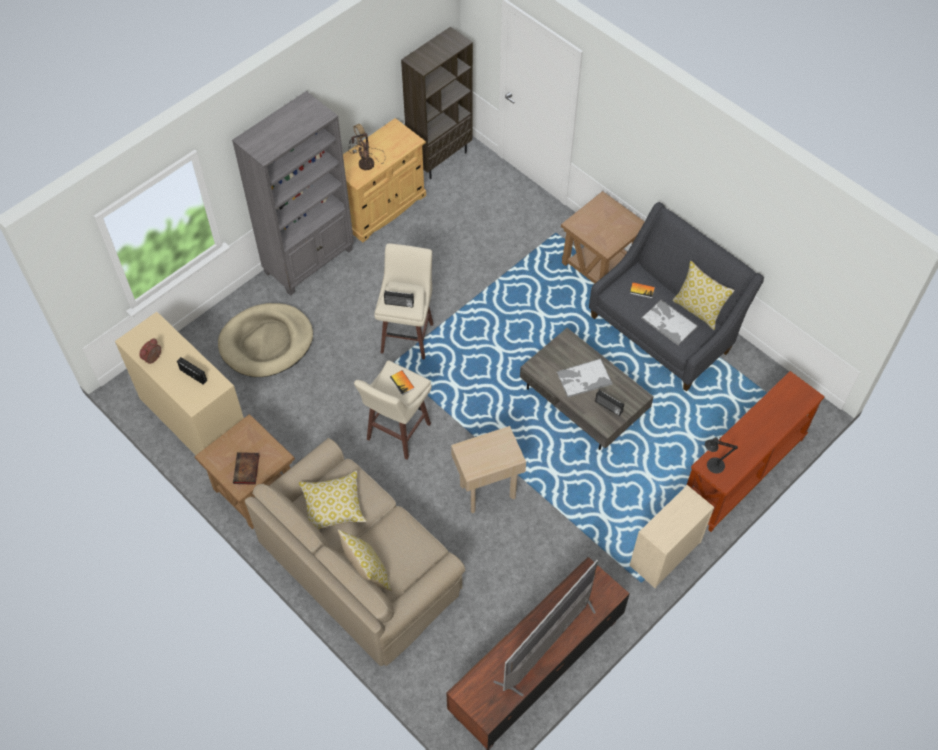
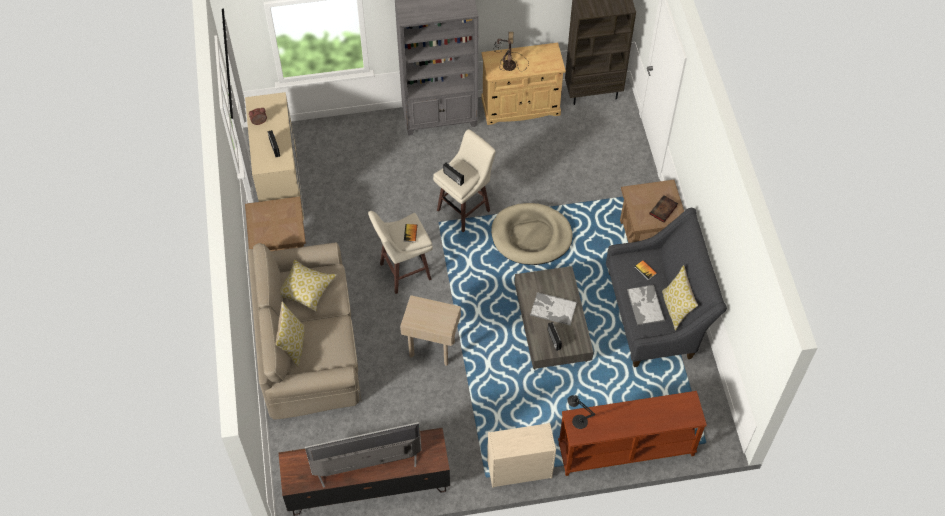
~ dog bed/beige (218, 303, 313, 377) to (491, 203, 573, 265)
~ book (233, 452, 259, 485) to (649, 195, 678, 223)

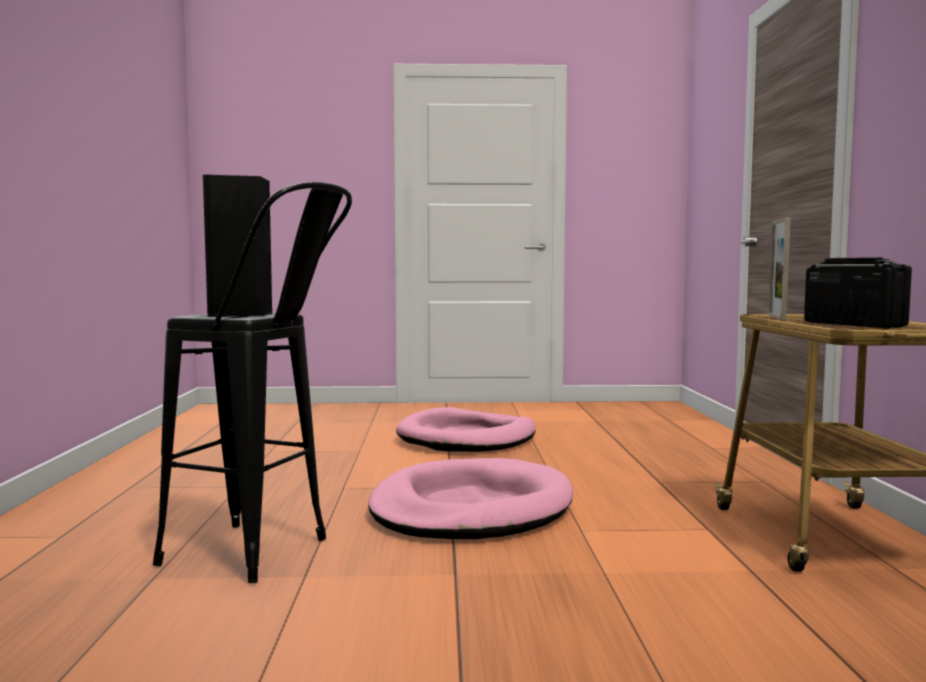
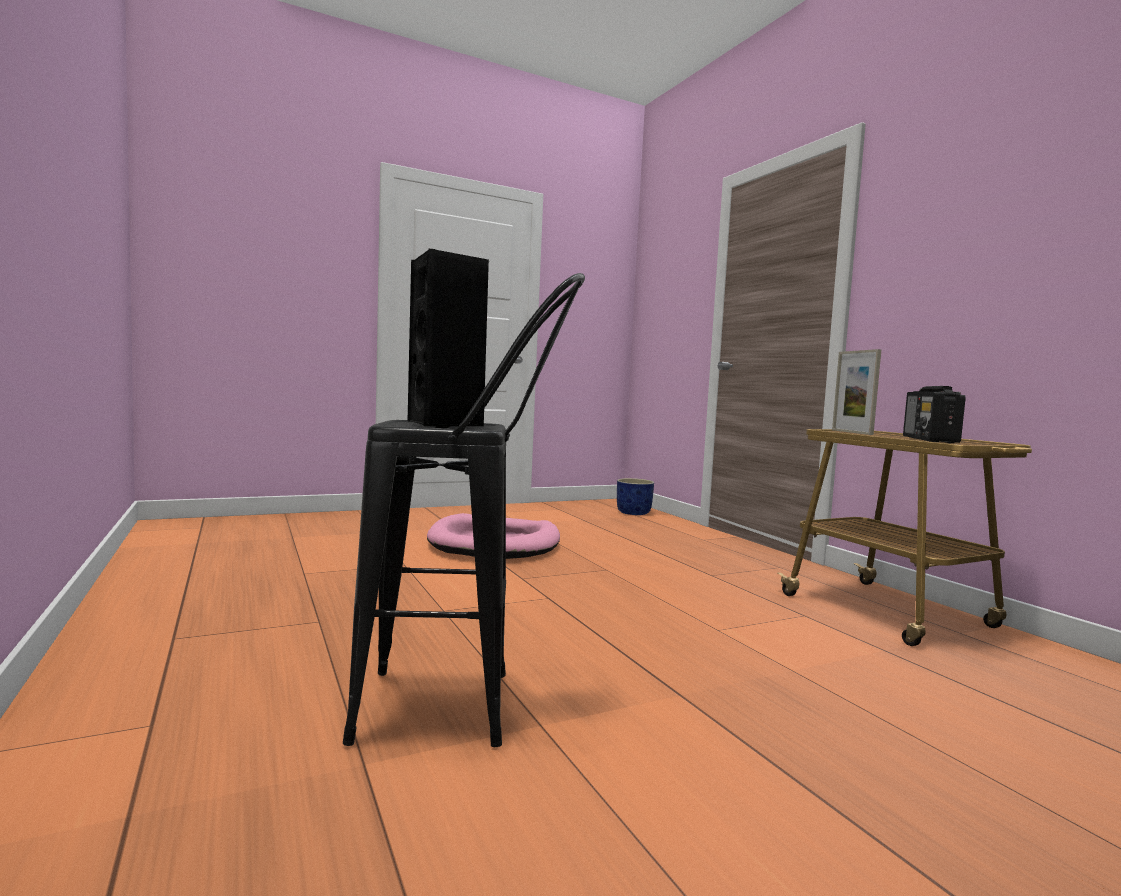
~ radio (804, 257, 912, 328) = (903, 386, 966, 443) 120 degrees counterclockwise
- dog bed/pink (368, 458, 573, 539)
+ planter/blue (617, 478, 654, 515)

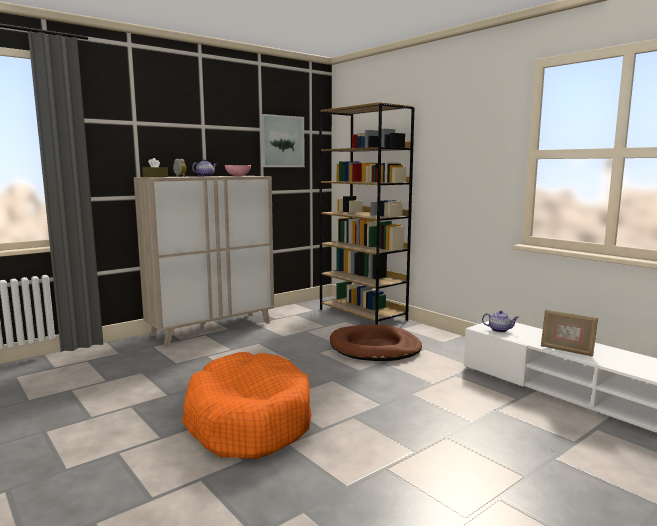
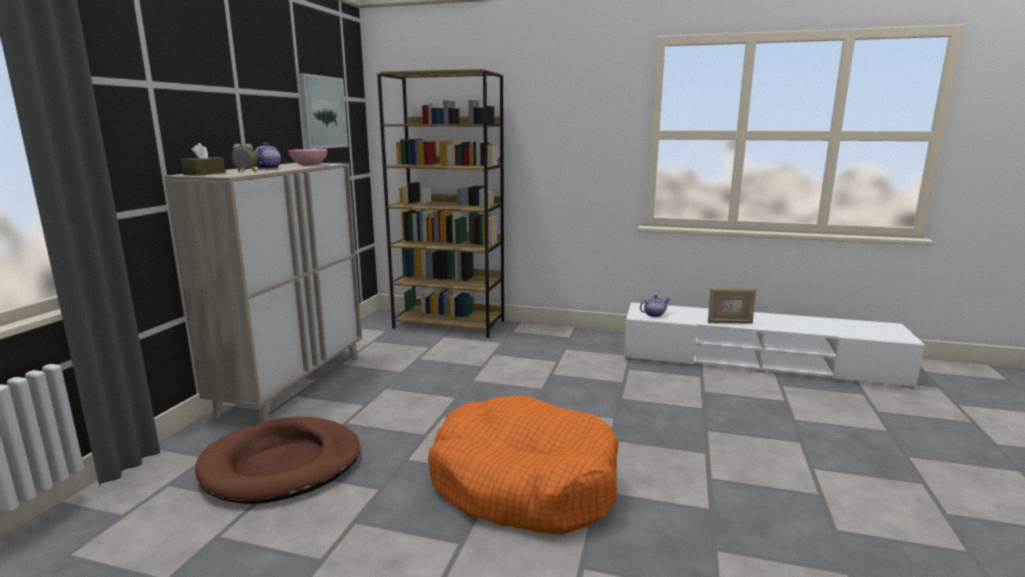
~ dog bed/brown (330, 324, 422, 361) to (195, 417, 361, 504)

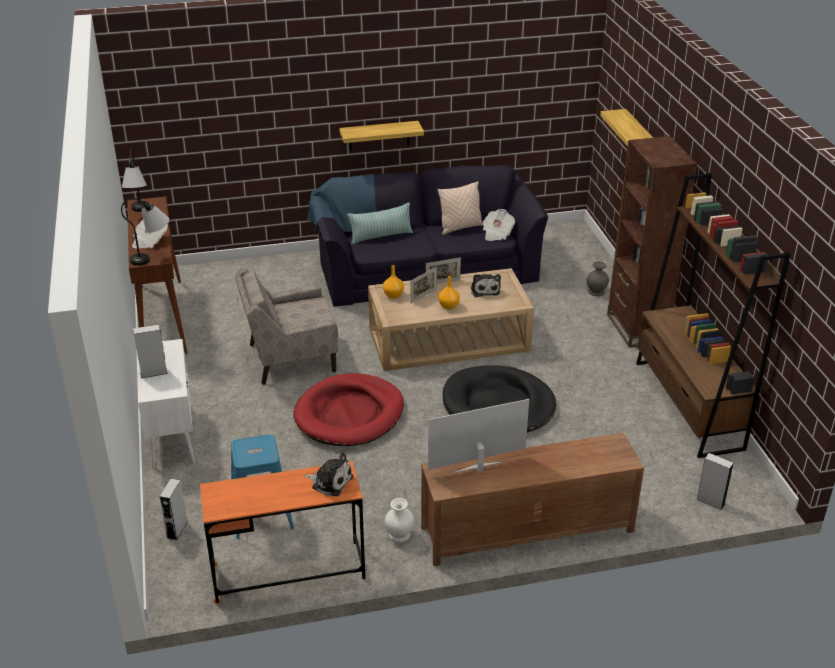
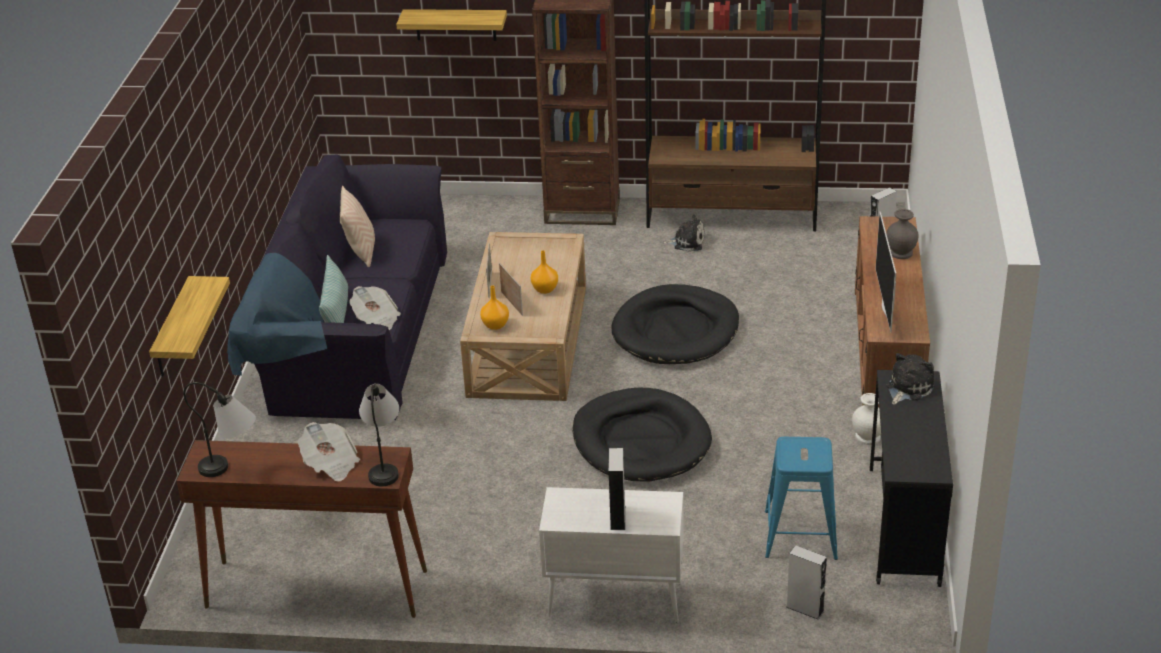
~ shelf (339, 121, 424, 151) to (149, 276, 230, 376)
~ newspaper (482, 209, 515, 241) to (349, 286, 401, 330)
~ vase/grey (587, 261, 609, 296) to (886, 209, 918, 259)
- armchair/beige (235, 268, 338, 385)
~ plush toy (470, 274, 501, 297) to (662, 214, 705, 252)
~ dog bed/red (293, 373, 404, 446) to dog bed/black (572, 388, 712, 482)
~ desk/orange (200, 461, 365, 604) to desk/black (870, 370, 953, 587)

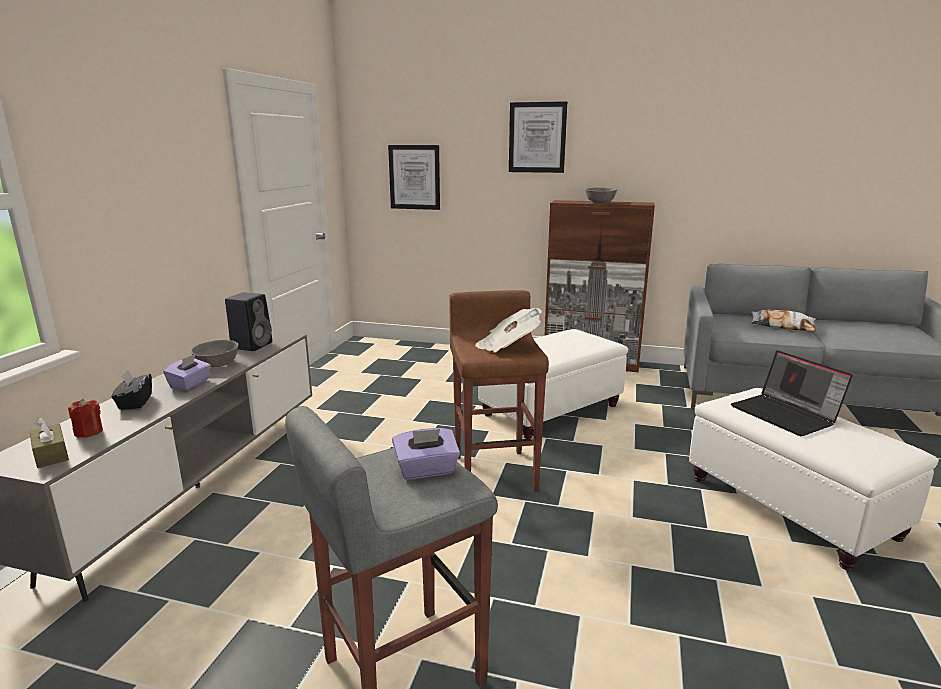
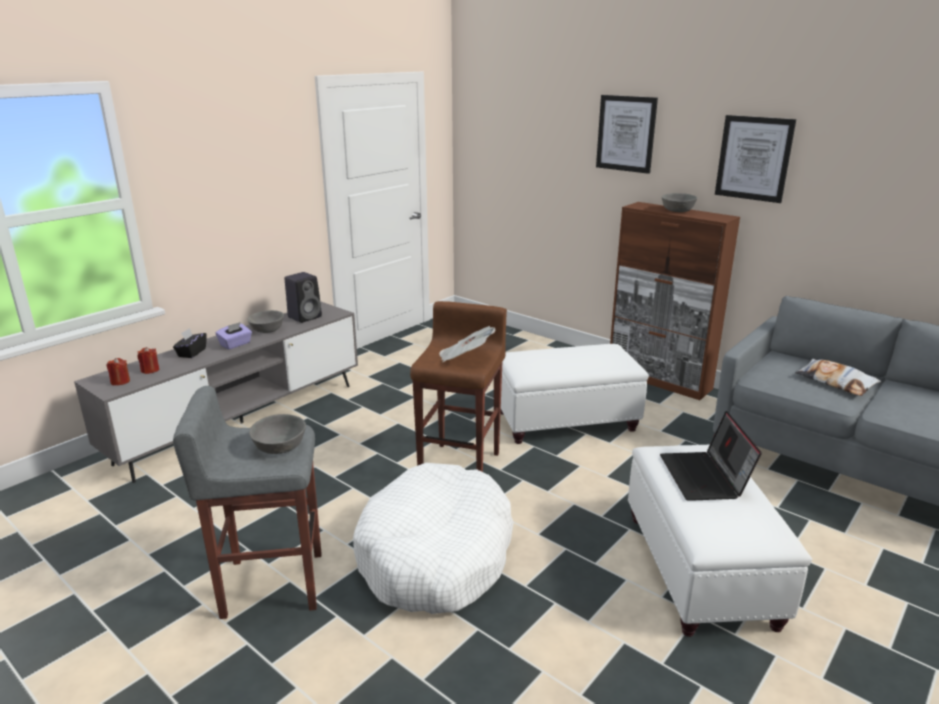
~ picture (388, 145, 440, 210) to (715, 115, 796, 203)
~ tissue box/brown (30, 417, 69, 468) to candle/red (106, 358, 130, 385)
~ tissue box/purple (392, 428, 460, 480) to bowl/grey (249, 414, 306, 454)
+ dog bed/white (353, 463, 514, 614)

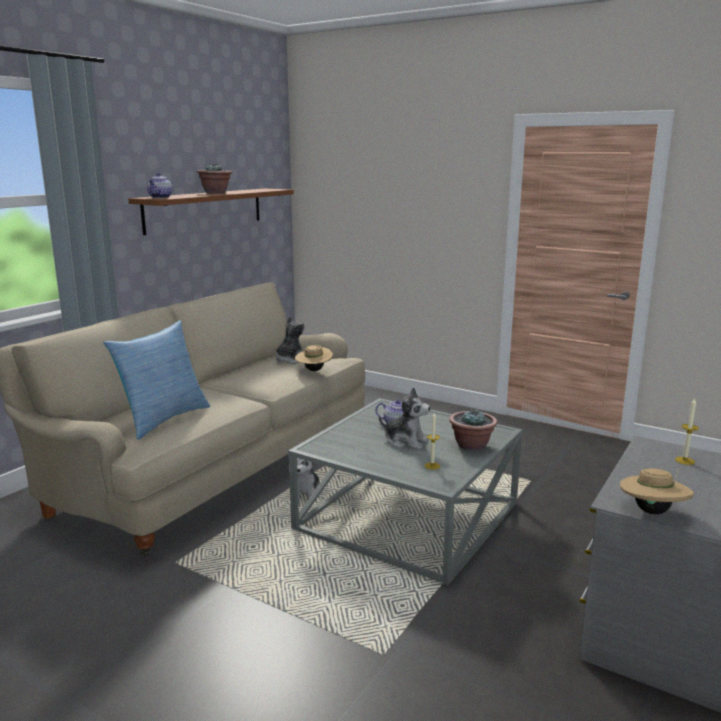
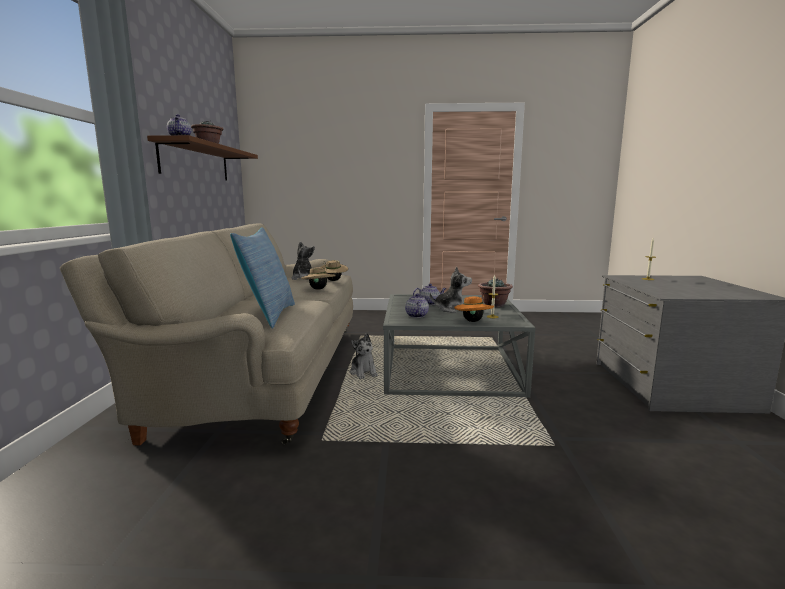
~ hat/beige (620, 468, 694, 514) to (301, 266, 336, 290)
+ teapot (405, 294, 429, 318)
+ hat/orange (454, 295, 494, 322)

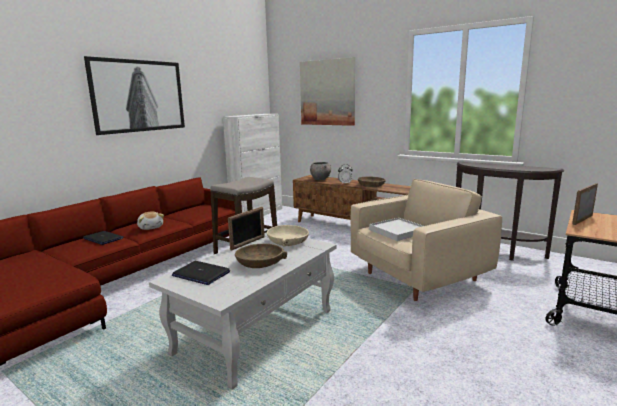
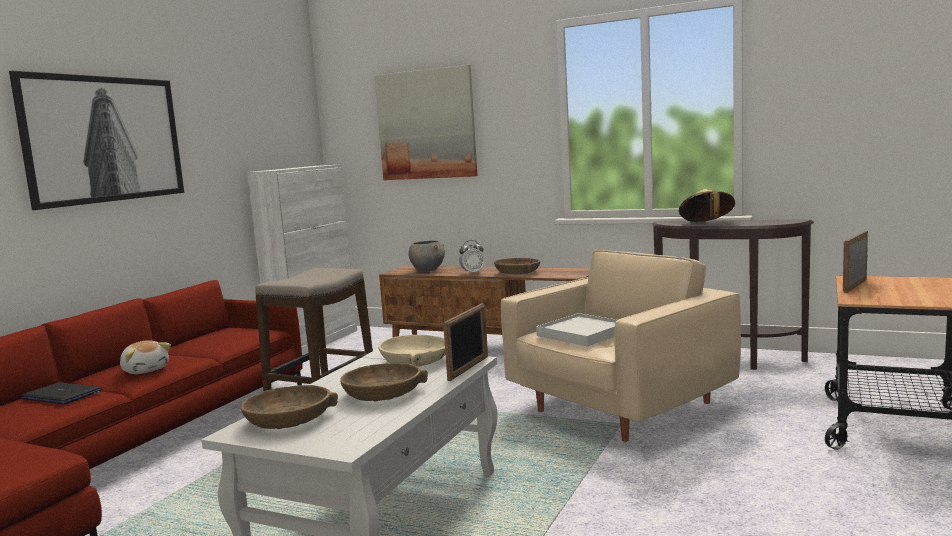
~ picture frame (228, 207, 265, 251) to (443, 304, 488, 381)
~ laptop (172, 261, 230, 285) to bowl/brown (241, 385, 338, 429)
+ hat/beige (679, 189, 735, 222)

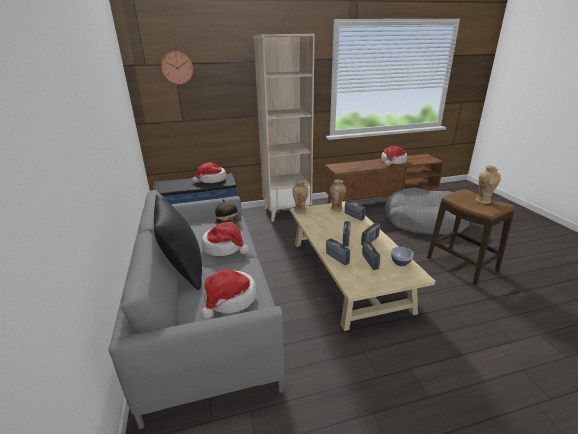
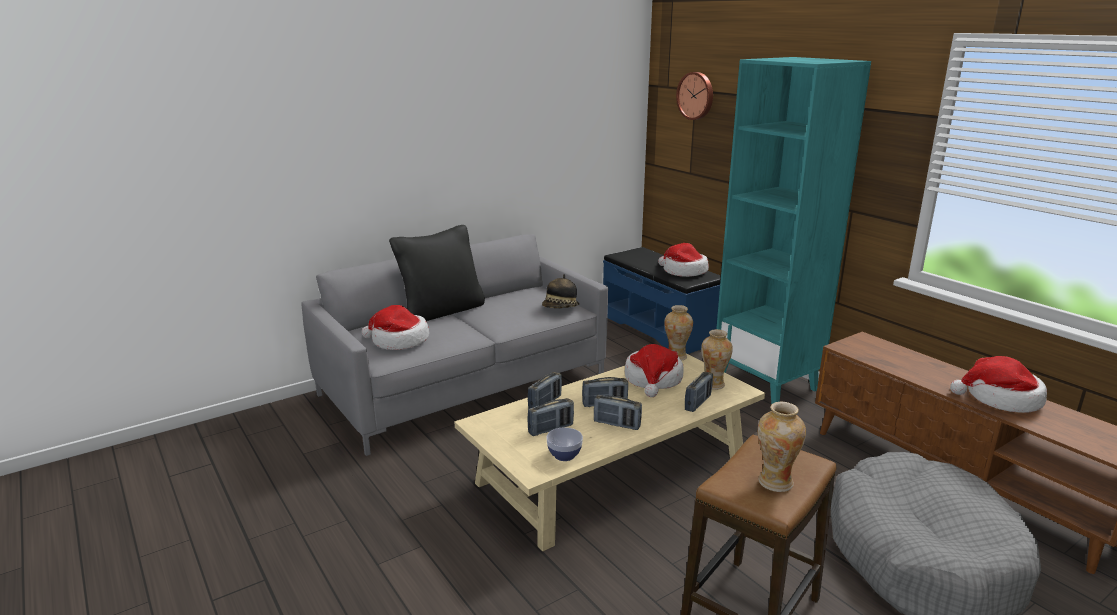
~ bookcase/beige (254, 34, 315, 222) to bookcase/turquoise (716, 57, 871, 405)
~ hat (202, 222, 249, 256) to (625, 344, 684, 397)

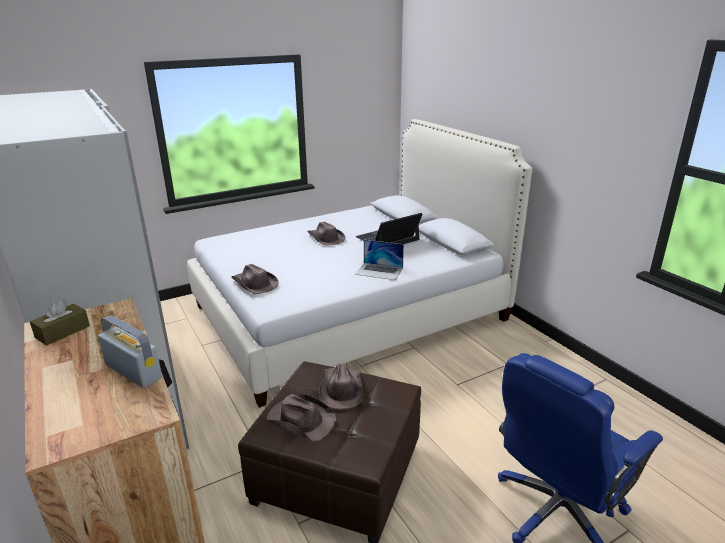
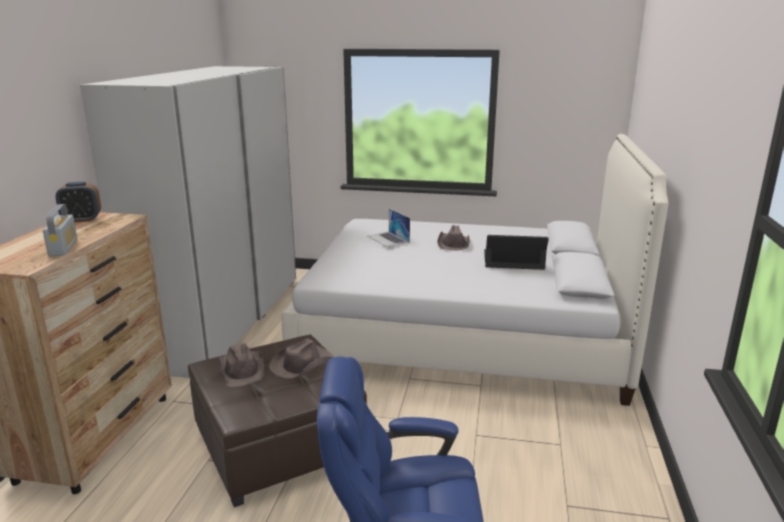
~ laptop (355, 240, 404, 280) to (367, 209, 410, 247)
- hat/brown (232, 264, 279, 294)
~ tissue box/brown (30, 299, 90, 346) to alarm clock (56, 182, 101, 223)

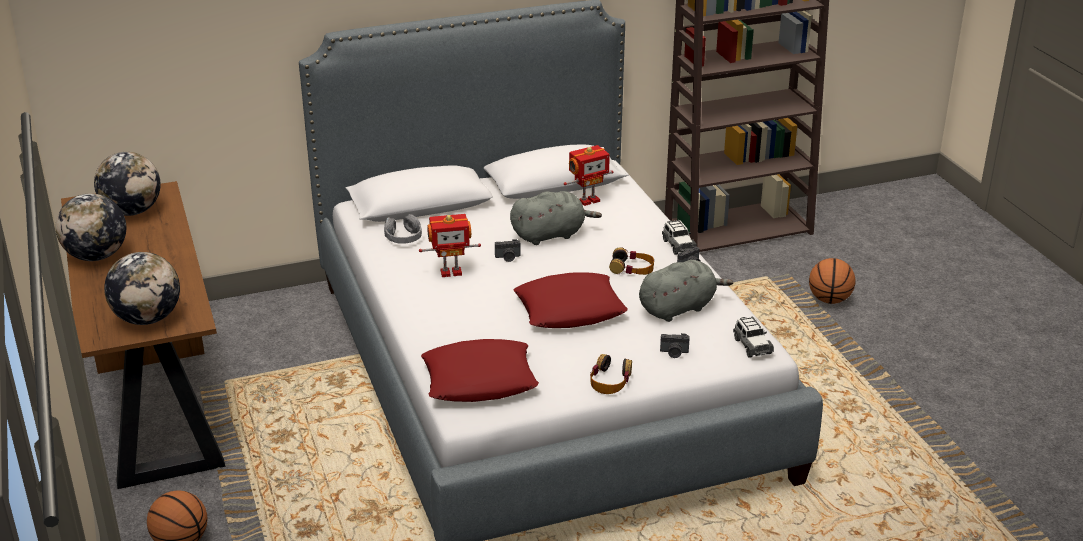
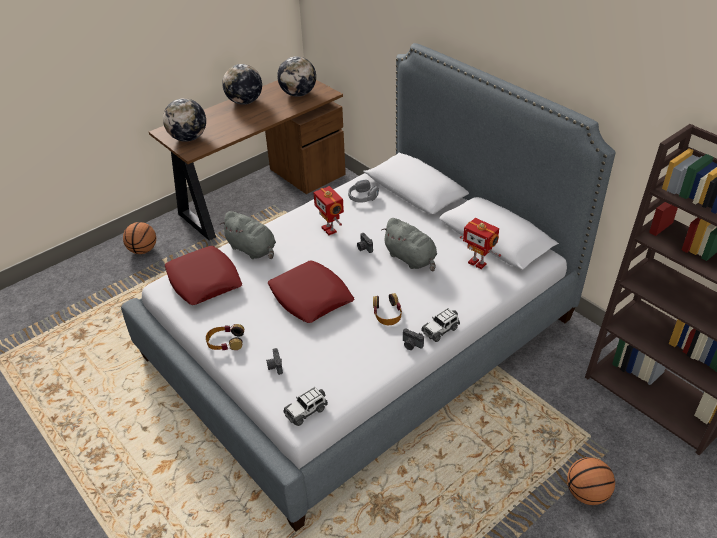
~ plush toy/grey (639, 260, 733, 322) to (219, 211, 276, 259)

